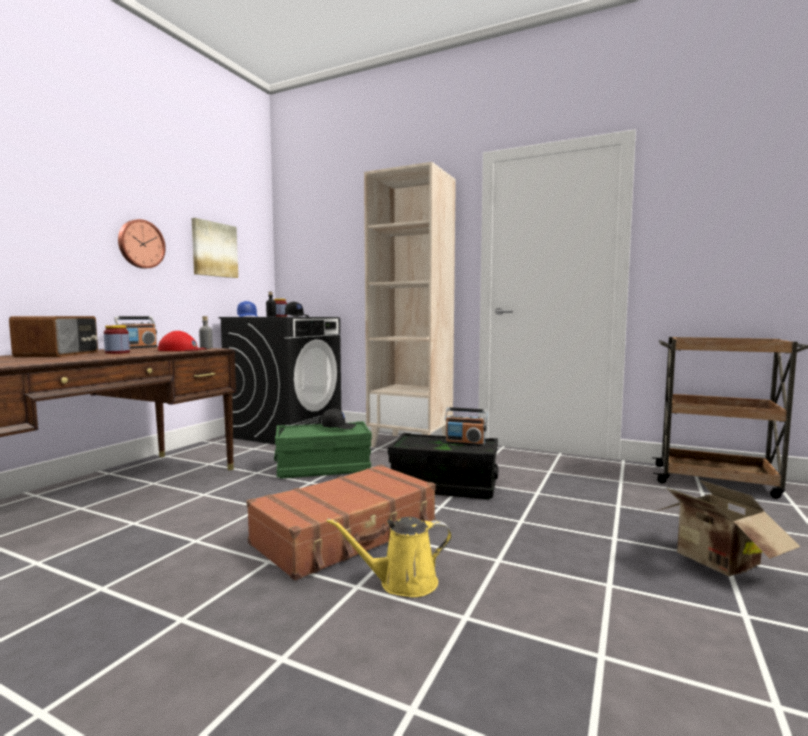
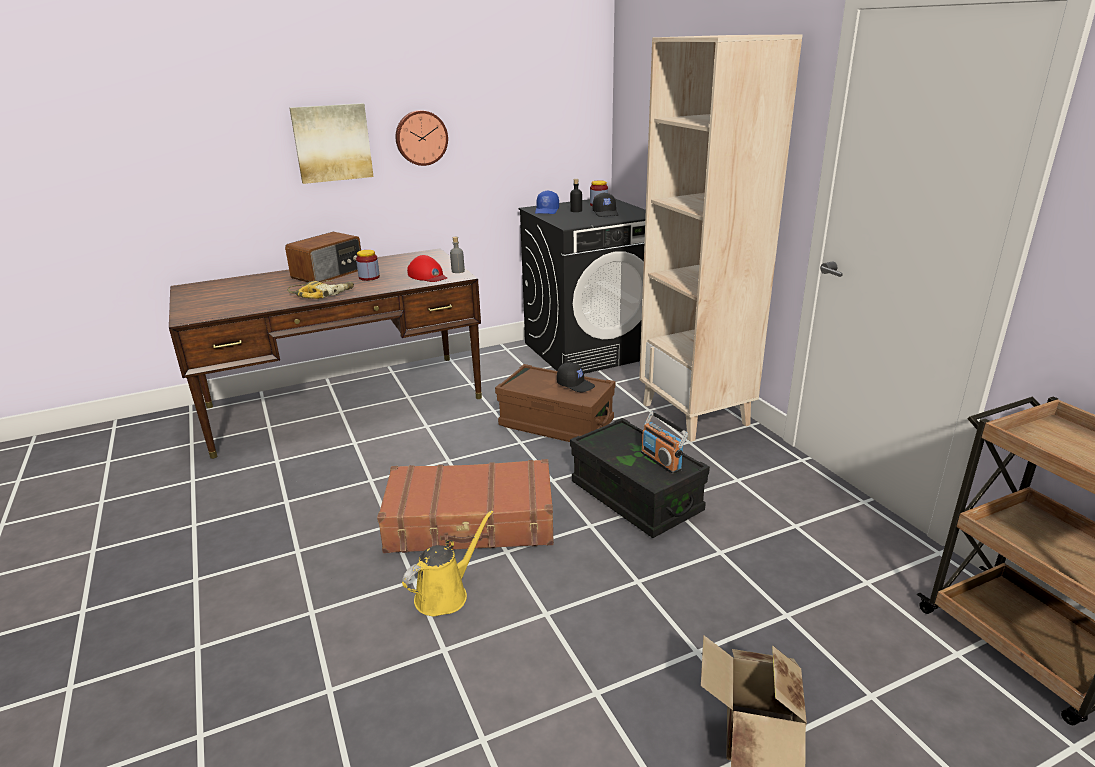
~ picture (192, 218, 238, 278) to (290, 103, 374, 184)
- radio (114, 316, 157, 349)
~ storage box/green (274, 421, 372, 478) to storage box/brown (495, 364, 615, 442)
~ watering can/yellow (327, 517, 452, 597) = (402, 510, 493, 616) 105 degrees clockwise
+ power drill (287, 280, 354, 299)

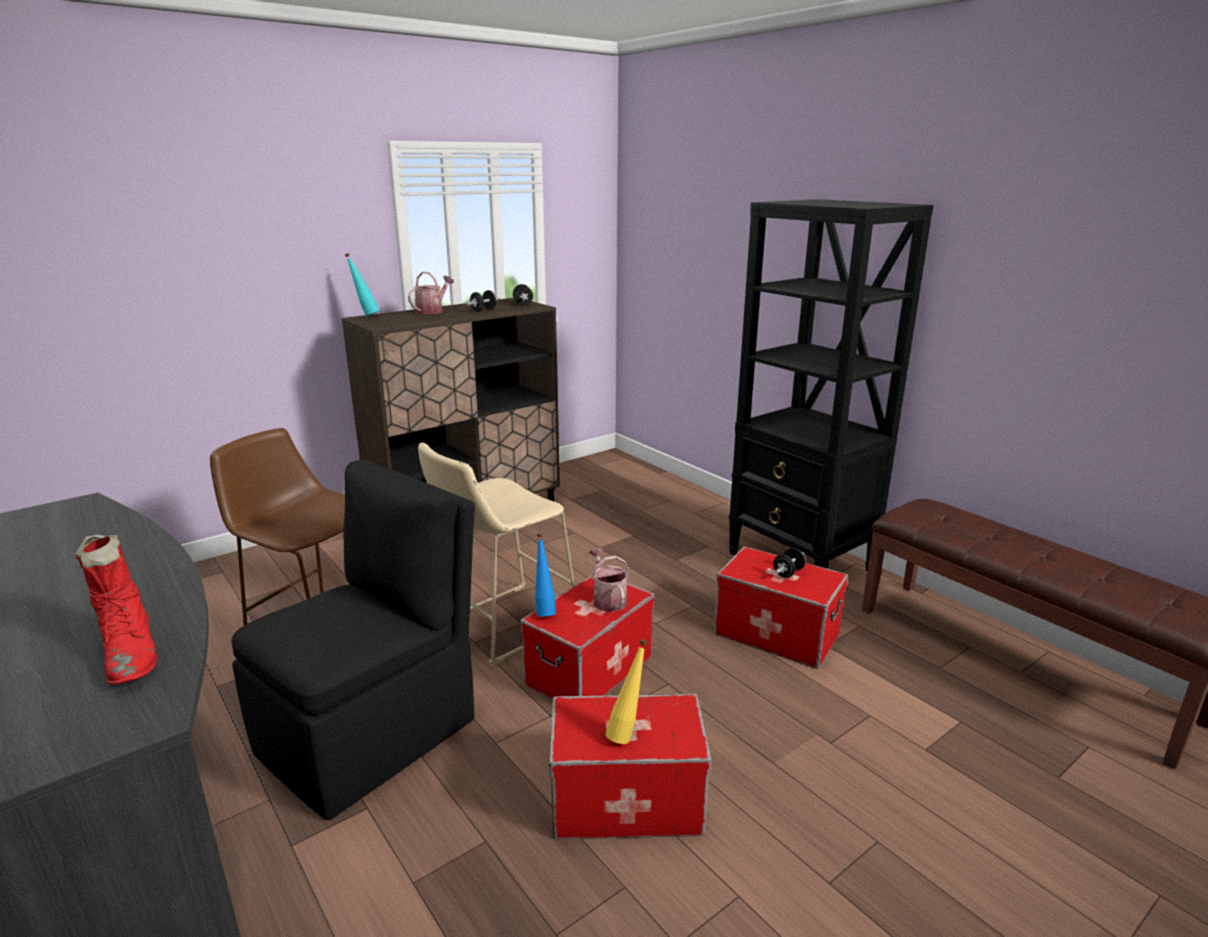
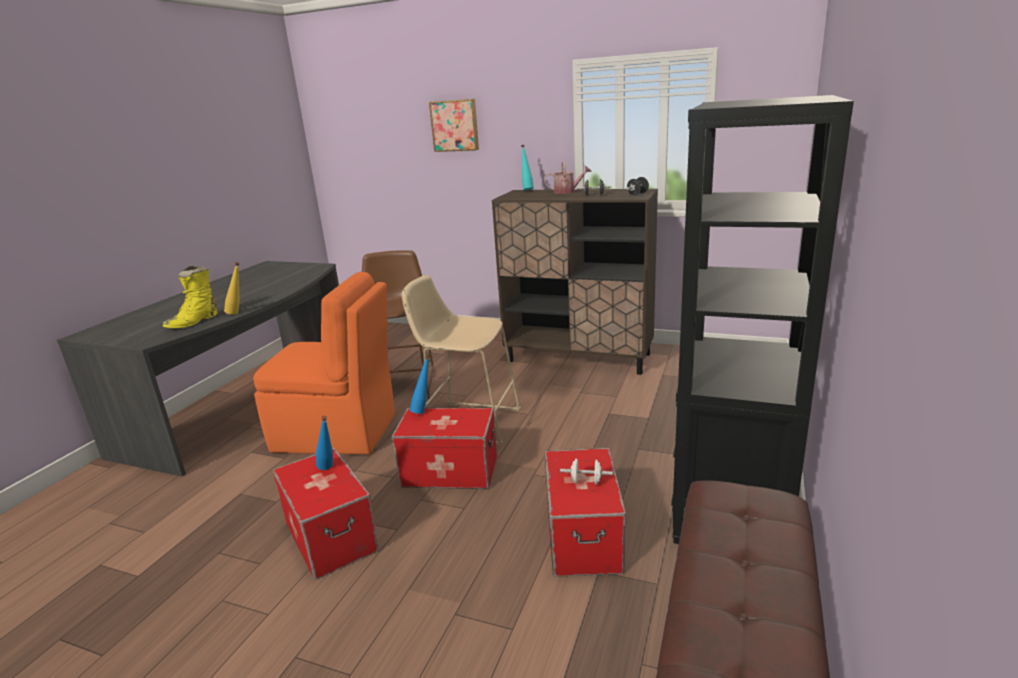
~ chair/black (231, 459, 475, 820) to chair/orange (253, 272, 395, 454)
~ boot/red (75, 535, 157, 685) to boot/yellow (162, 265, 218, 328)
- watering can (589, 548, 629, 612)
~ dumbbell/black (773, 548, 806, 578) to dumbbell/white (560, 459, 613, 484)
~ bottle/yellow (606, 639, 647, 744) to (224, 262, 240, 315)
+ picture (429, 99, 479, 152)
+ bottle/blue (316, 416, 333, 470)

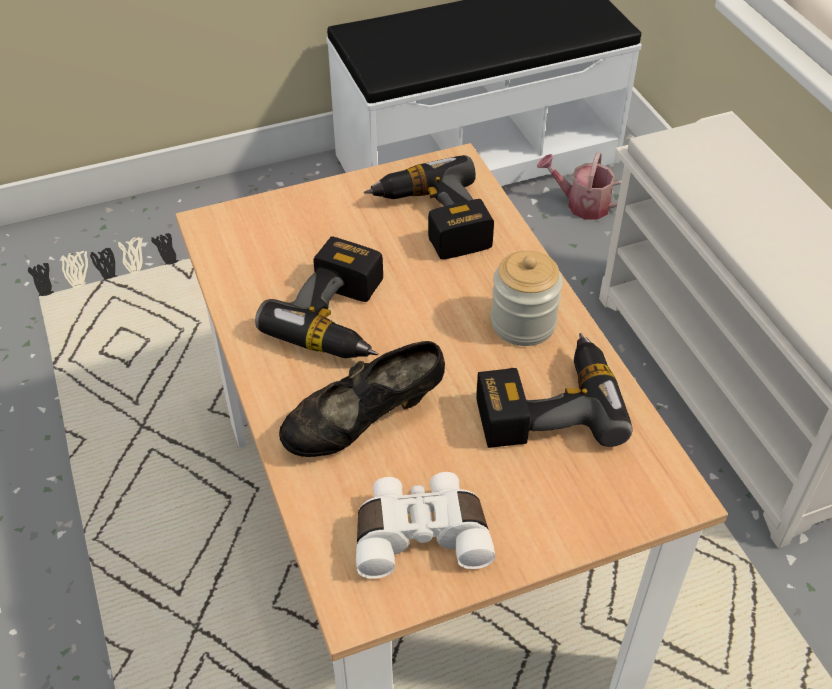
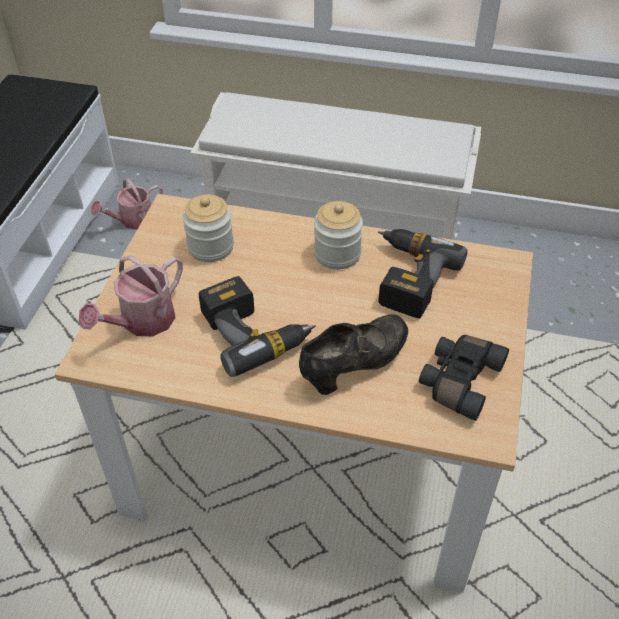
~ power drill (364, 155, 494, 259) to jar (182, 195, 234, 262)
~ shoe/black (279, 341, 445, 457) = (299, 314, 408, 395) 135 degrees counterclockwise
~ binoculars/white (356, 472, 495, 579) to binoculars/black (419, 335, 509, 421)
+ watering can (79, 256, 183, 336)

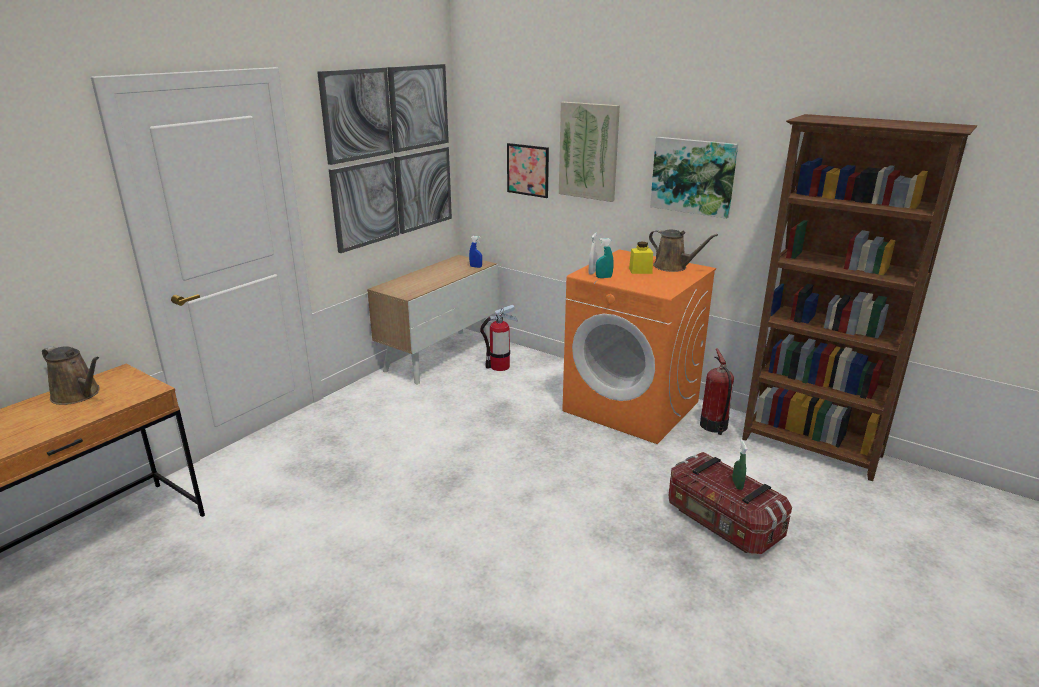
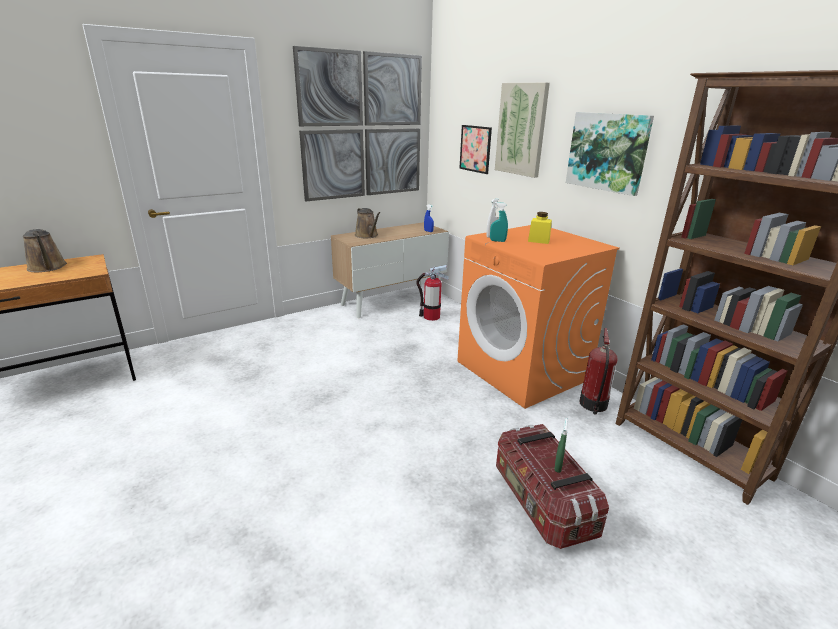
~ watering can/brown (649, 229, 718, 272) to (355, 208, 381, 238)

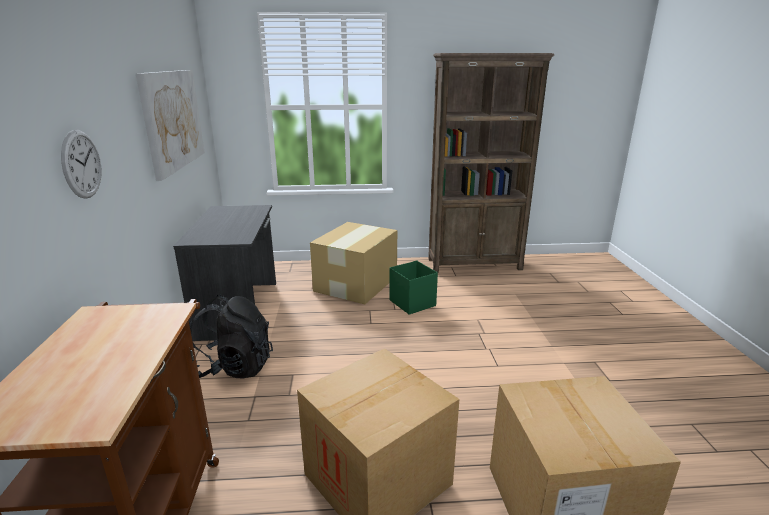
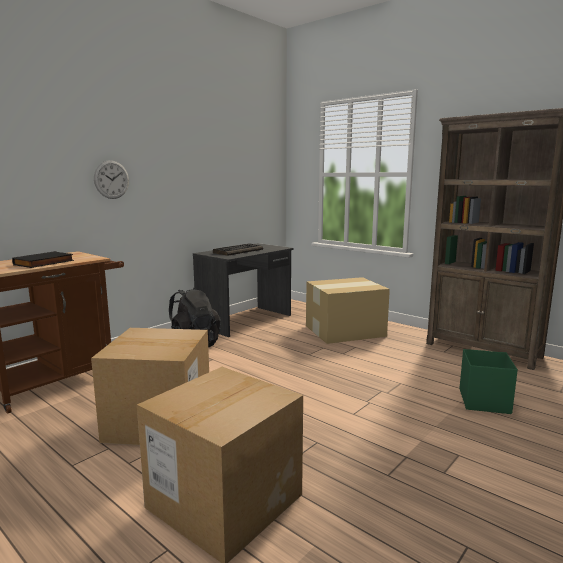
- picture (136, 70, 205, 181)
~ storage box/green (389, 261, 438, 315) to (459, 349, 518, 414)
+ keyboard (213, 243, 263, 256)
+ book/black (12, 251, 74, 268)

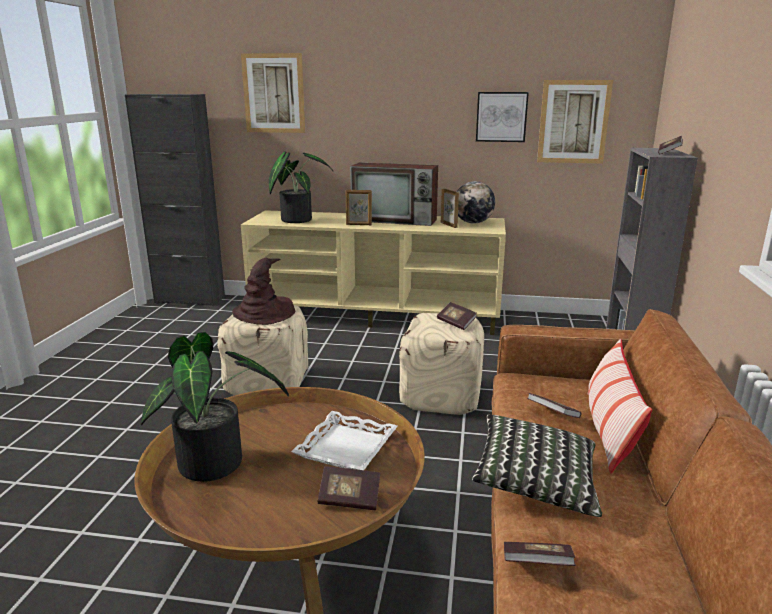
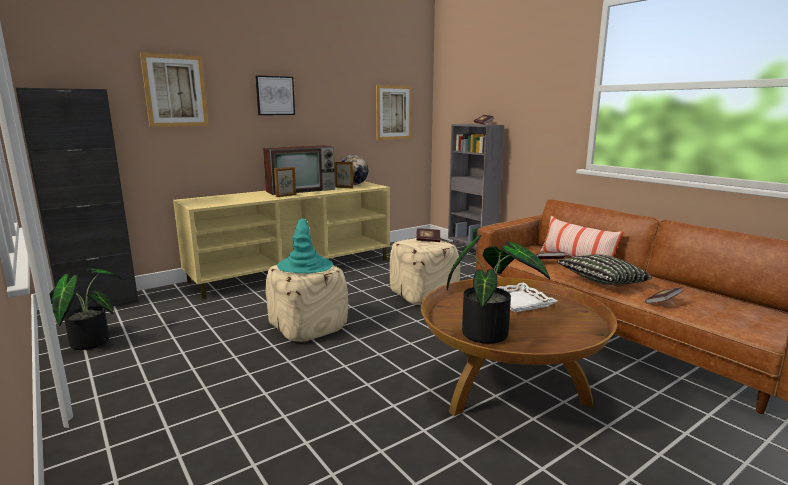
~ picture (476, 92, 529, 142) to (255, 75, 295, 115)
~ potted plant (269, 151, 333, 223) to (49, 269, 123, 350)
~ hat/brown (232, 258, 295, 325) to hat/turquoise (277, 218, 333, 273)
- book (318, 466, 380, 510)

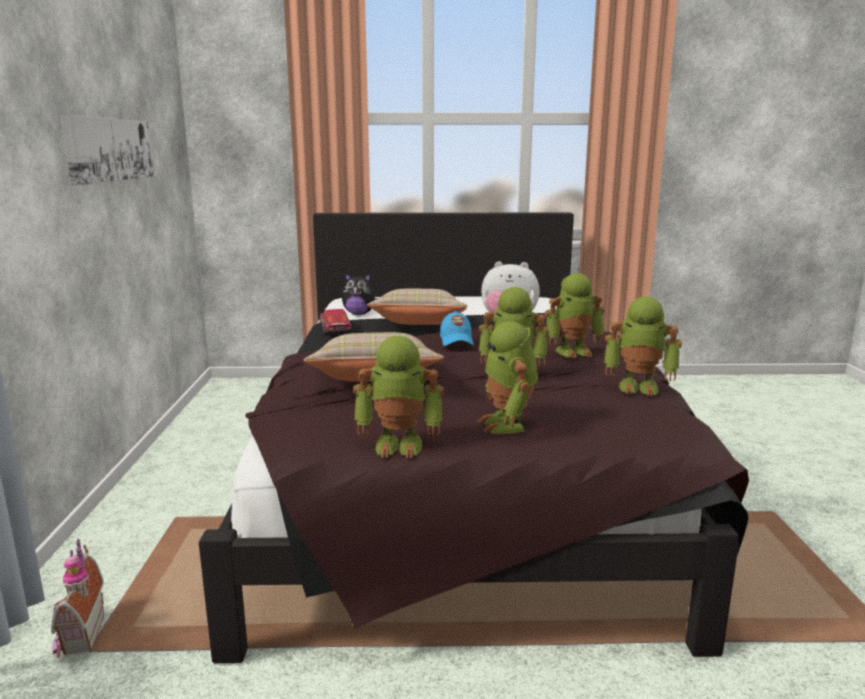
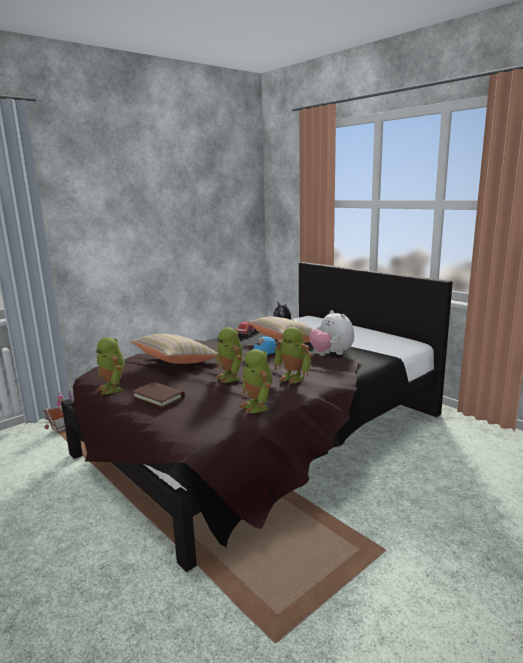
- picture (60, 115, 154, 185)
~ toy robot (477, 321, 538, 434) to book/brown (132, 382, 185, 408)

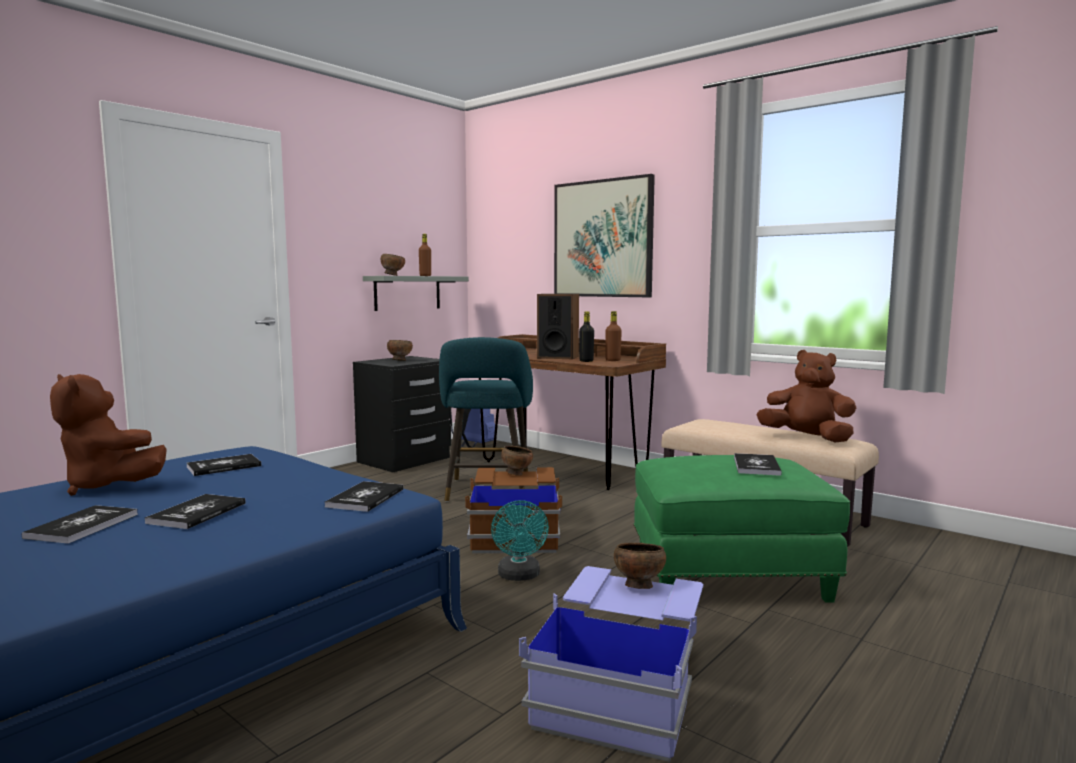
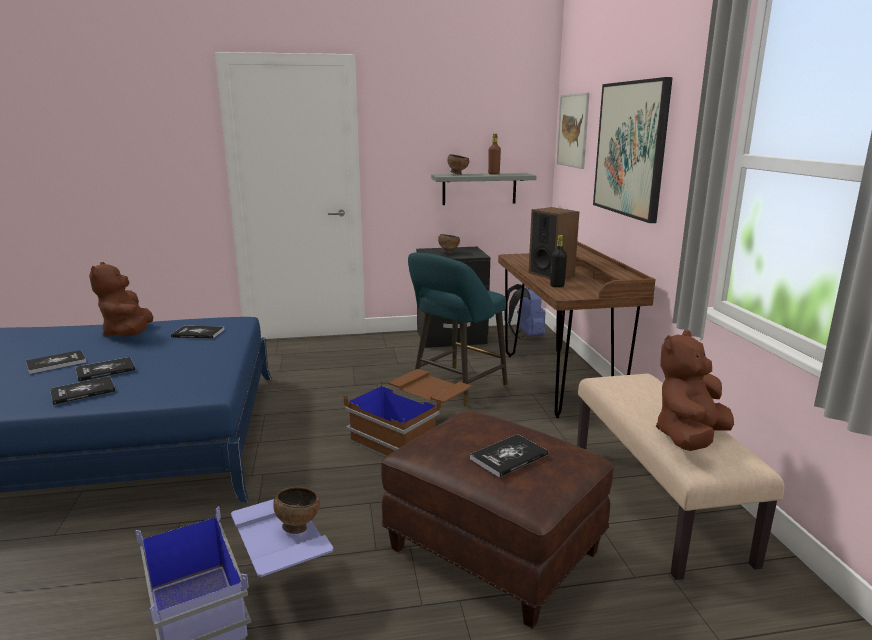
- bottle/brown (606, 311, 622, 361)
~ plush toy/brown (756, 350, 856, 442) = (656, 330, 734, 451) 120 degrees counterclockwise
- bowl/brown (501, 446, 533, 476)
~ ottoman/green (634, 455, 850, 602) to ottoman/brown (381, 411, 614, 629)
~ book (325, 481, 404, 512) to (50, 376, 116, 405)
- fan/turquoise (491, 500, 549, 581)
+ picture (556, 93, 589, 169)

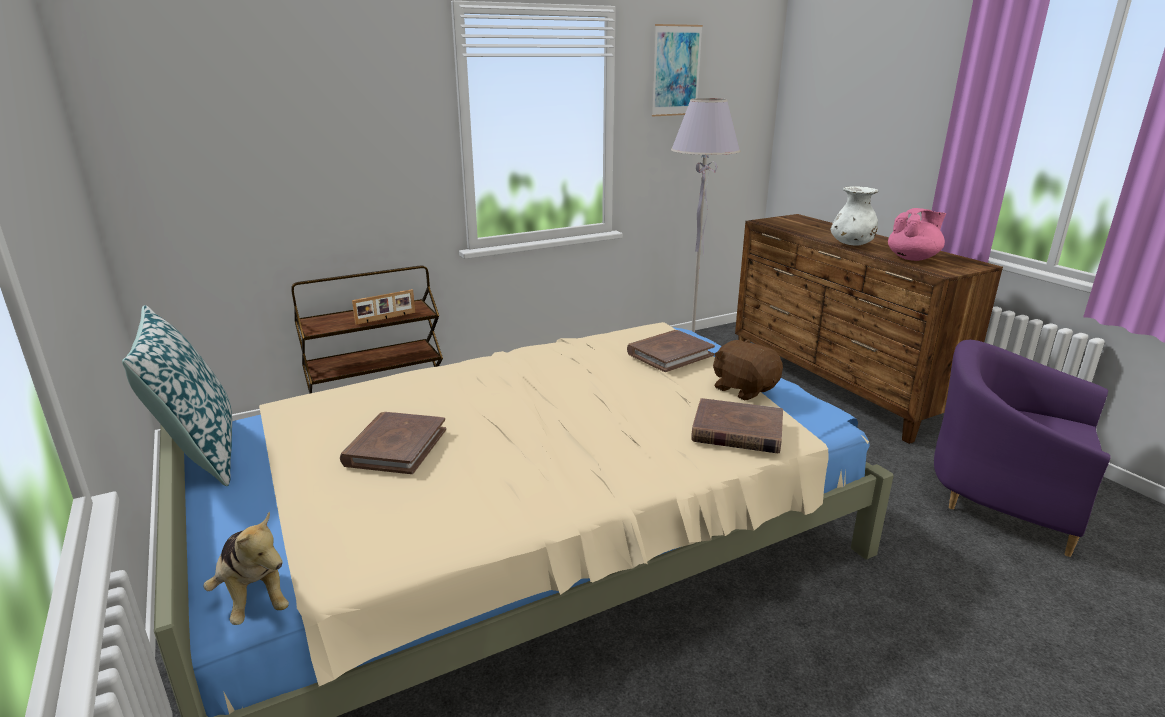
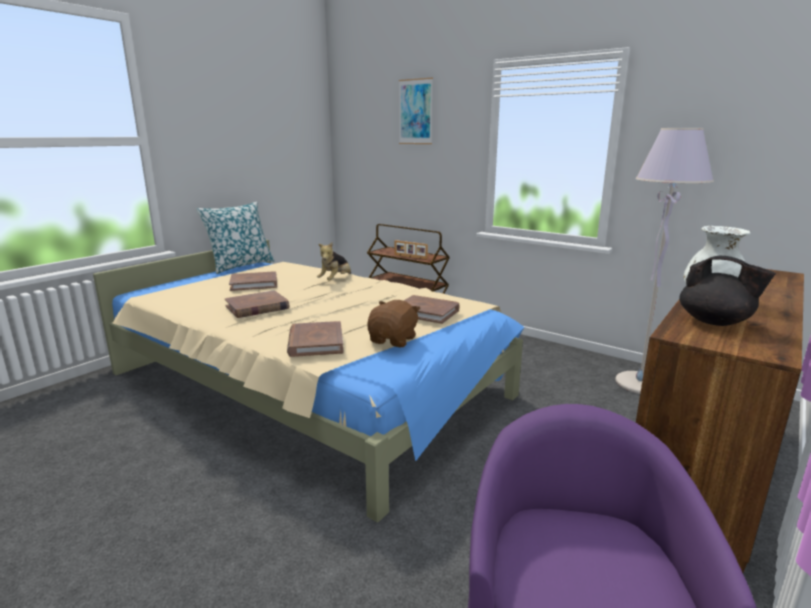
~ picture (652, 24, 703, 116) to (399, 78, 433, 144)
~ teapot/pink (888, 208, 946, 261) to teapot/black (679, 256, 776, 326)
~ plush toy (204, 512, 289, 625) to (317, 242, 351, 281)
+ book/brown (225, 290, 289, 318)

